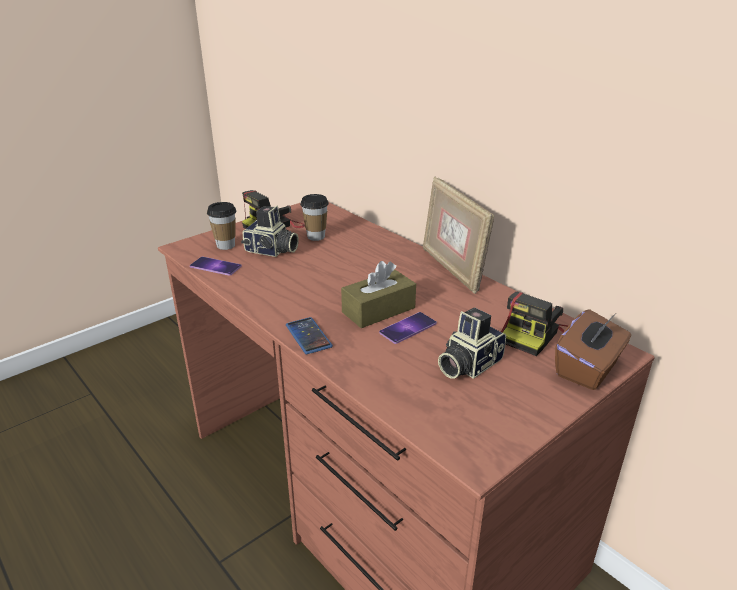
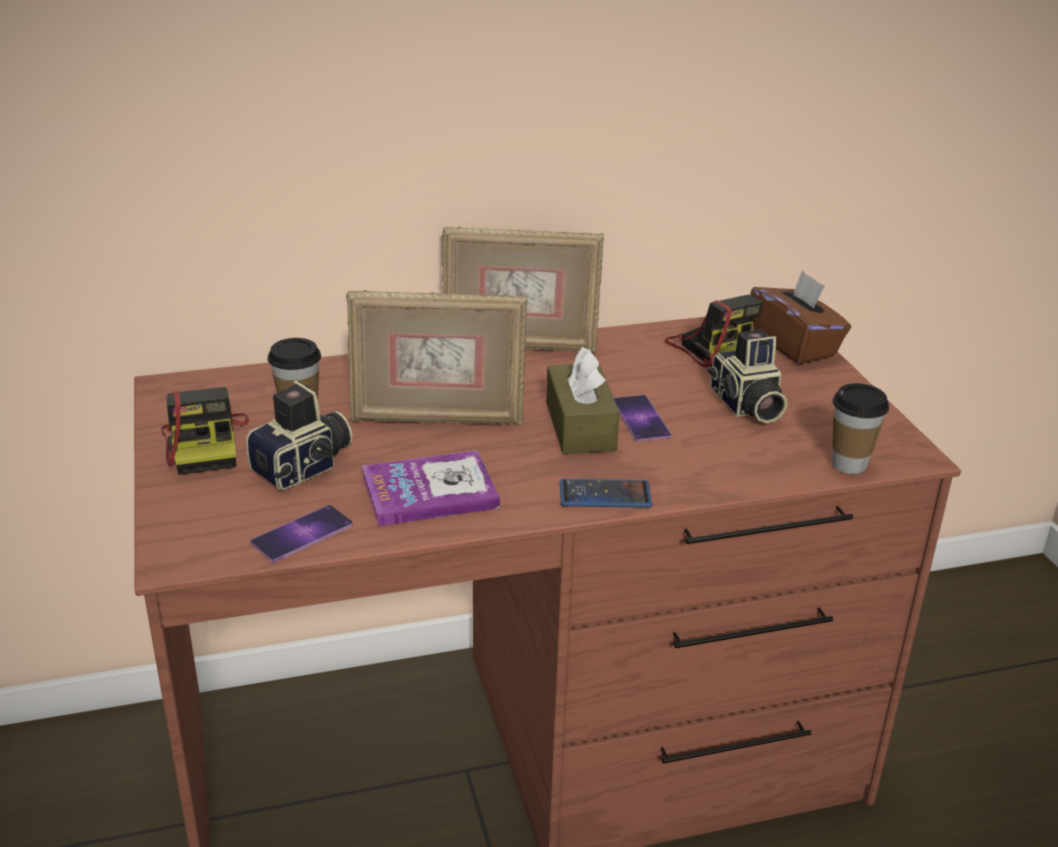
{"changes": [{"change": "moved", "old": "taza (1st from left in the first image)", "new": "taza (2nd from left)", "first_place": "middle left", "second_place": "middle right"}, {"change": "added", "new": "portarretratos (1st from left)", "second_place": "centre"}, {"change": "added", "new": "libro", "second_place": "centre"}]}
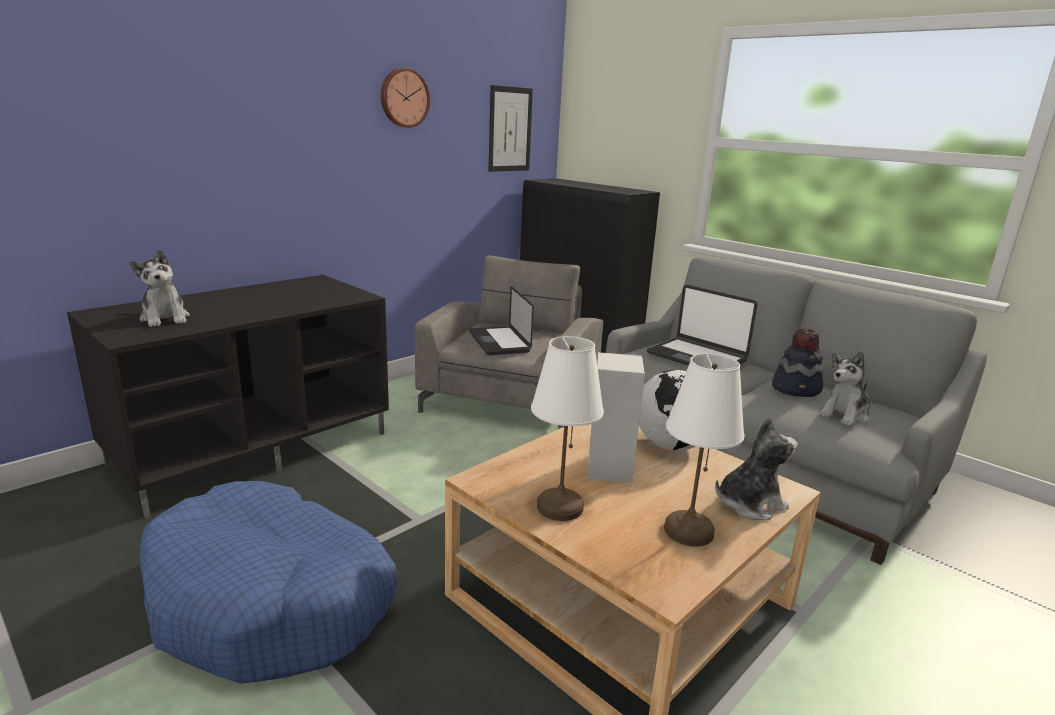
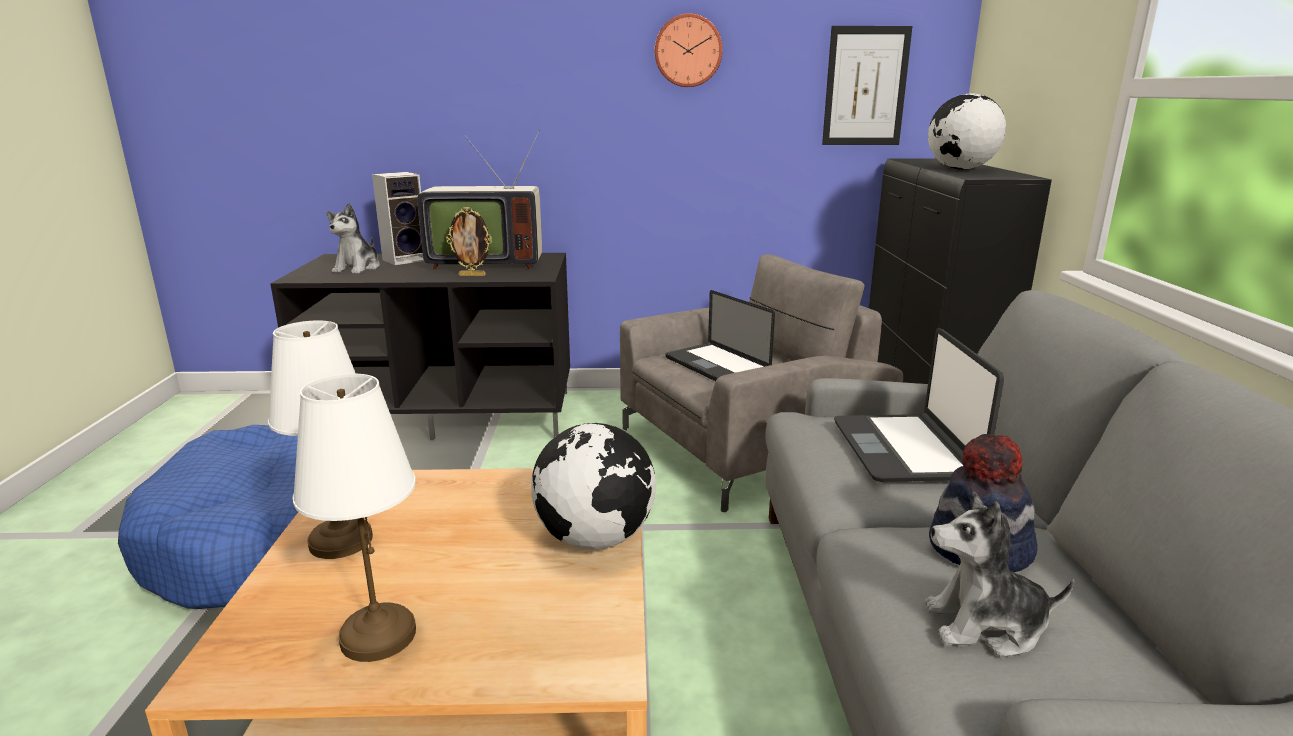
{"changes": [{"change": "turned", "old": "portátil (1st from left)", "first_place": "centre", "second_place": "centre", "degrees": -60}, {"change": "moved", "old": "altavoz", "first_place": "centre", "second_place": "top left"}, {"change": "removed", "old": "peluche (2nd from left)", "first_place": "middle right"}, {"change": "added", "new": "televisor", "second_place": "top centre"}, {"change": "added", "new": "portarretratos", "second_place": "top centre"}, {"change": "added", "new": "globo terráqueo (2nd from left)", "second_place": "top right"}]}
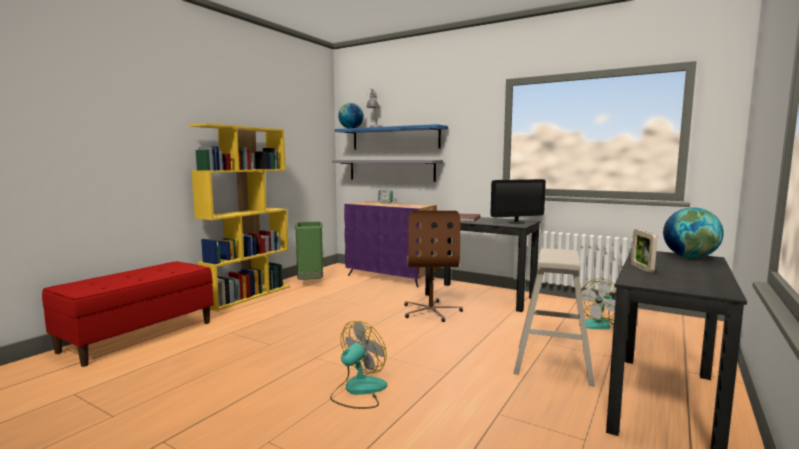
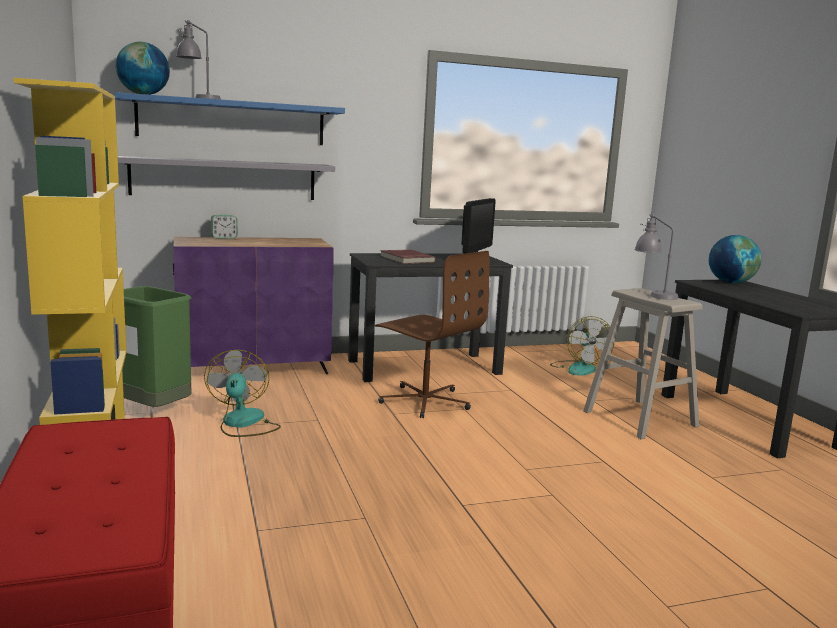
{"changes": [{"change": "moved", "old": "ventilador (1st from left)", "first_place": "bottom centre", "second_place": "middle left"}, {"change": "removed", "old": "portarretratos", "first_place": "middle right"}, {"change": "added", "new": "lámpara de mesa [gris] (2nd from left)", "second_place": "middle right"}]}
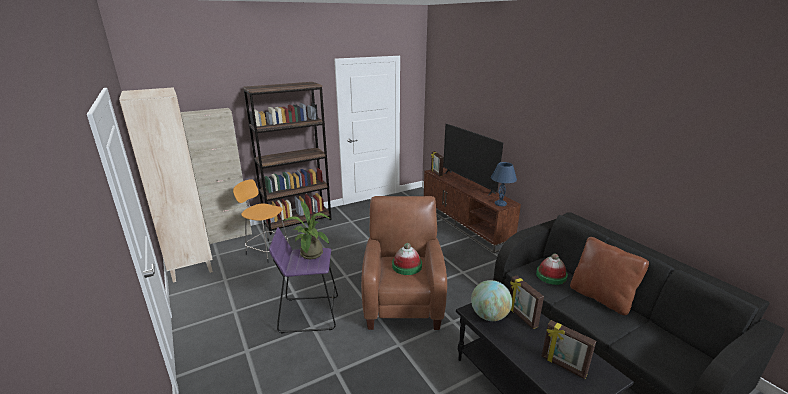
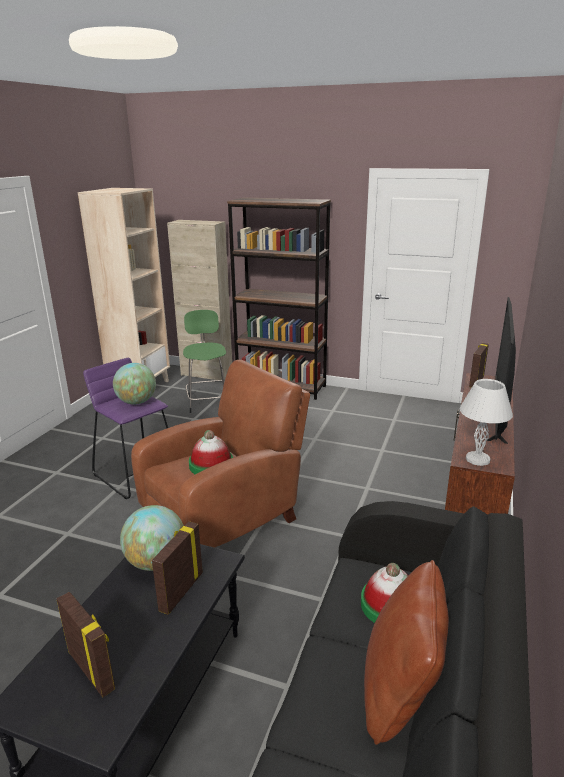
{"changes": [{"change": "recoloured", "old": "taburete [naranja]", "new": "taburete [verde]", "first_place": "middle left", "second_place": "centre"}, {"change": "replaced", "old": "planta en maceta", "new": "globo terráqueo (1st from left)", "first_place": "centre", "second_place": "middle left"}, {"change": "recoloured", "old": "lámpara de mesa [azul]", "new": "lámpara de mesa [blanco]", "first_place": "centre", "second_place": "middle right"}, {"change": "turned", "old": "portarretratos (3rd from left in the first image)", "first_place": "bottom right", "second_place": "bottom left", "degrees": 135}]}
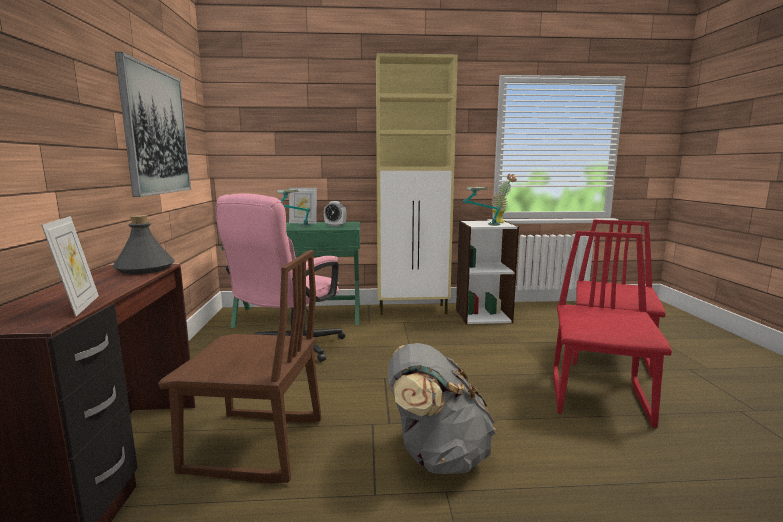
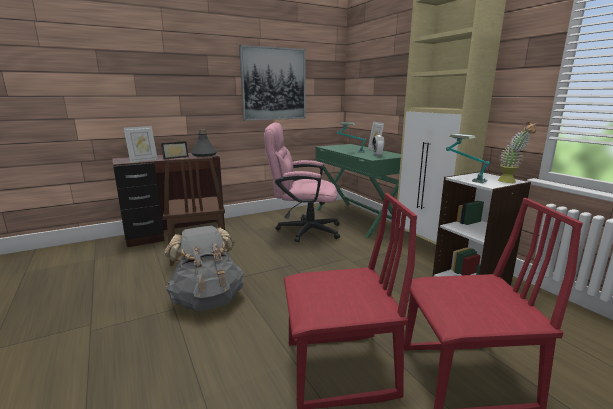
{"changes": [{"change": "added", "new": "portarretratos (2nd from left)", "second_place": "middle left"}]}
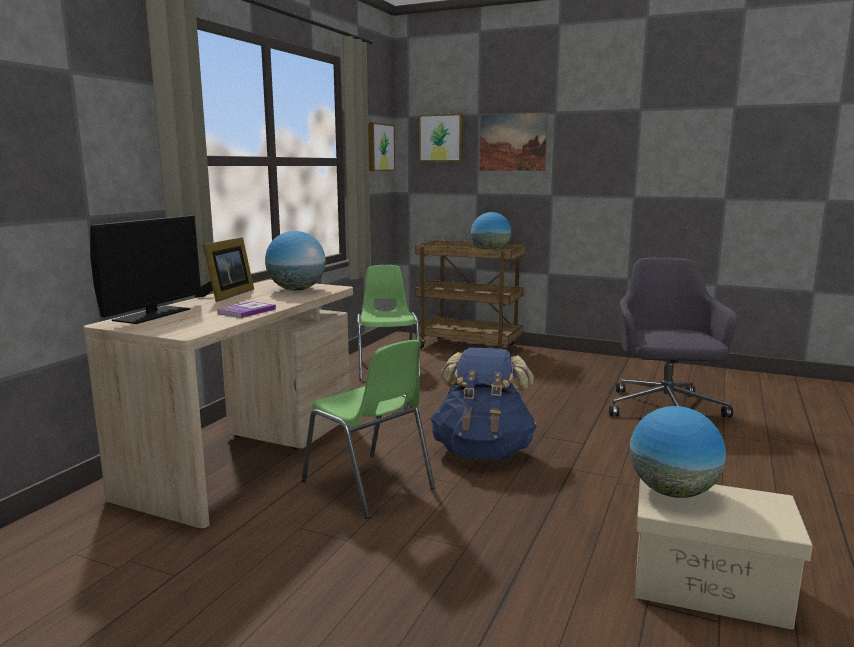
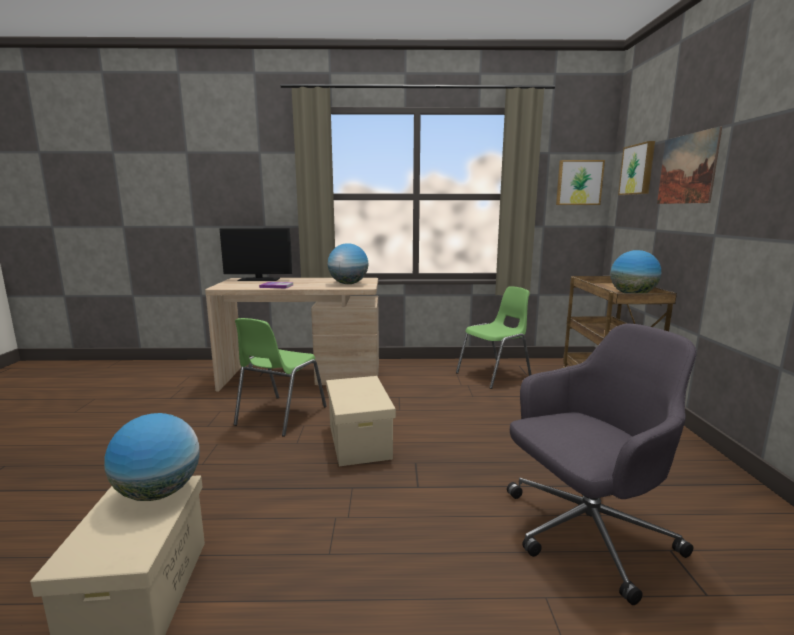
{"changes": [{"change": "removed", "old": "portarretratos", "first_place": "middle left"}, {"change": "replaced", "old": "mochila [azul]", "new": "caja de almacenaje [beis] (2nd from left)", "first_place": "centre", "second_place": "centre"}]}
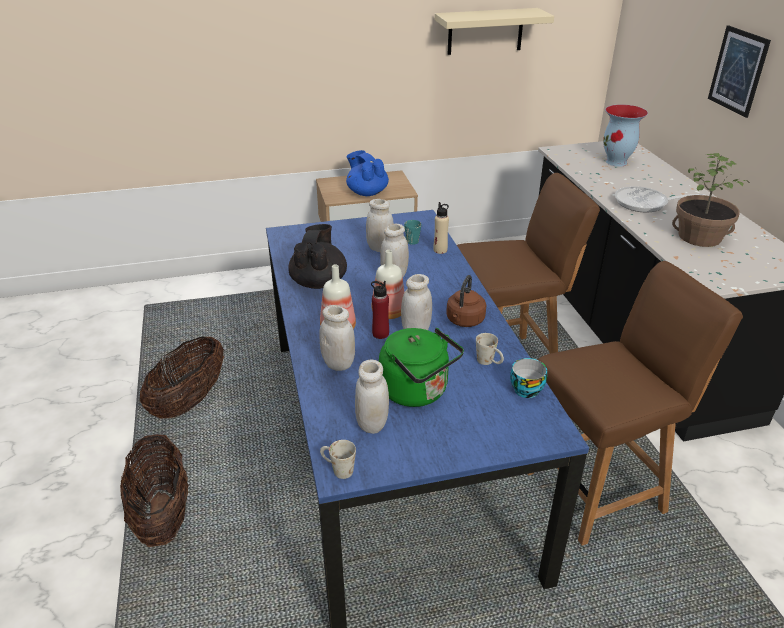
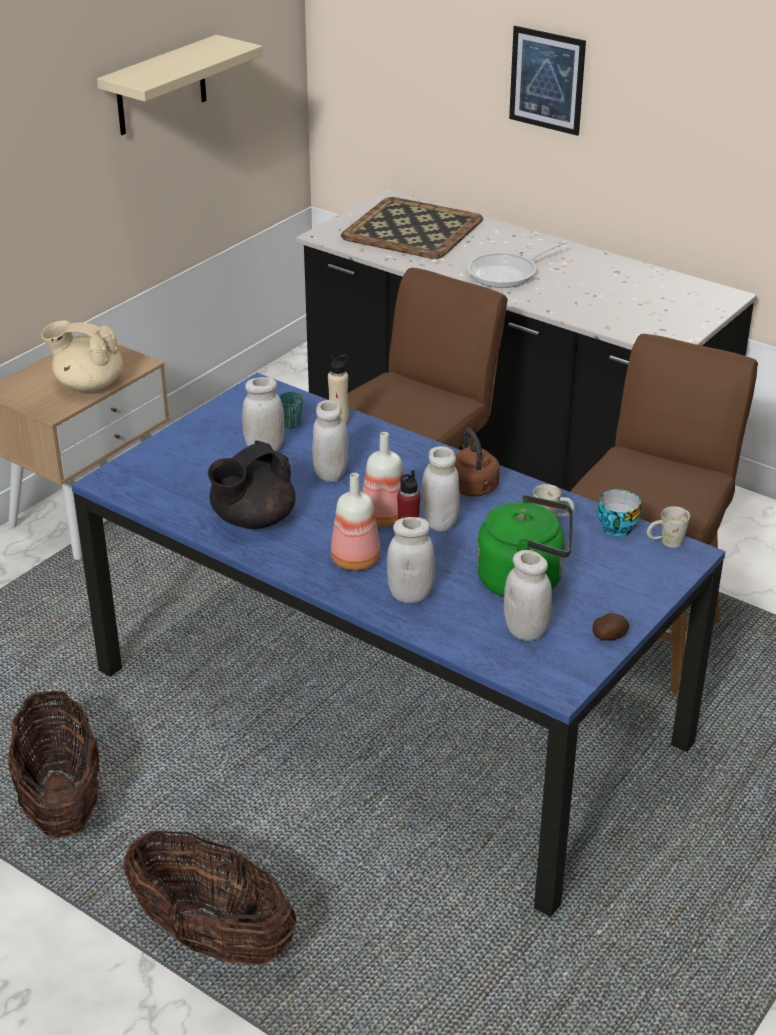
{"changes": [{"change": "turned", "old": "tetera [negro]", "first_place": "centre", "second_place": "middle left", "degrees": -105}, {"change": "moved", "old": "taza grande [blanco] (1st from left in the first image)", "new": "taza grande [blanco] (2nd from left)", "first_place": "bottom centre", "second_place": "middle right"}, {"change": "recoloured", "old": "tetera [azul]", "new": "tetera [beis]", "first_place": "top centre", "second_place": "middle left"}, {"change": "replaced", "old": "florero", "new": "bandeja", "first_place": "top right", "second_place": "top centre"}, {"change": "removed", "old": "planta en maceta", "first_place": "top right"}, {"change": "added", "new": "patata", "second_place": "middle right"}]}
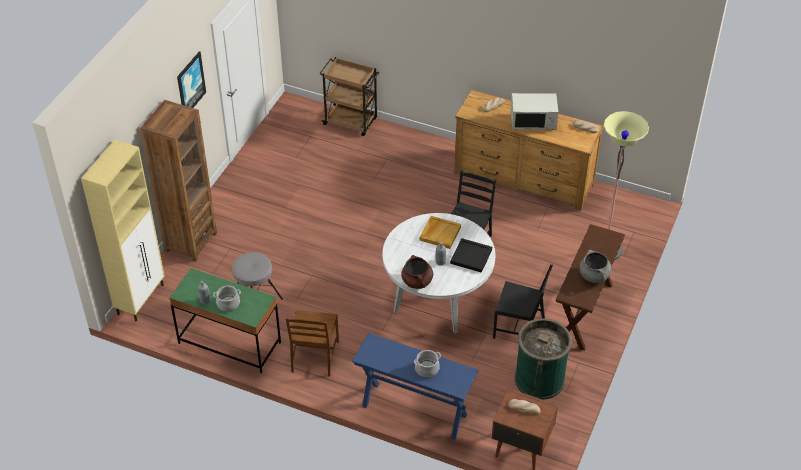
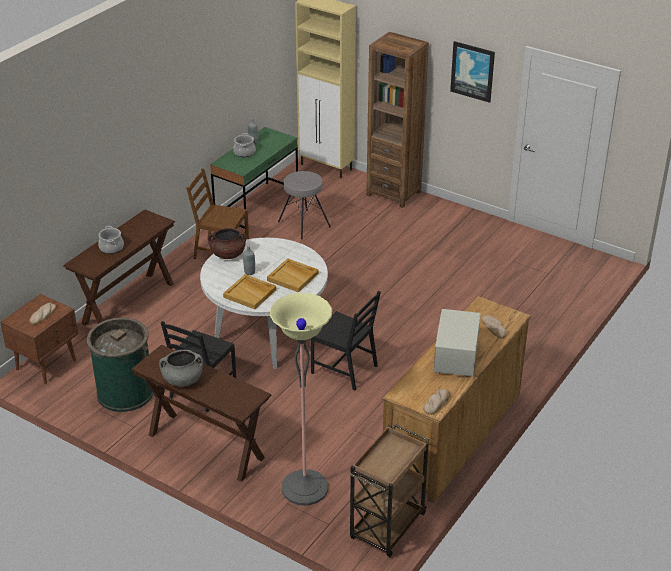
{"changes": [{"change": "moved", "old": "carrito [marrón]", "first_place": "top centre", "second_place": "bottom centre"}, {"change": "recoloured", "old": "mesa consola [azul]", "new": "mesa consola [marrón] (1st from left)", "first_place": "bottom centre", "second_place": "middle left"}, {"change": "recoloured", "old": "bandeja [negro]", "new": "bandeja [beis] (1st from left)", "first_place": "centre", "second_place": "centre"}]}
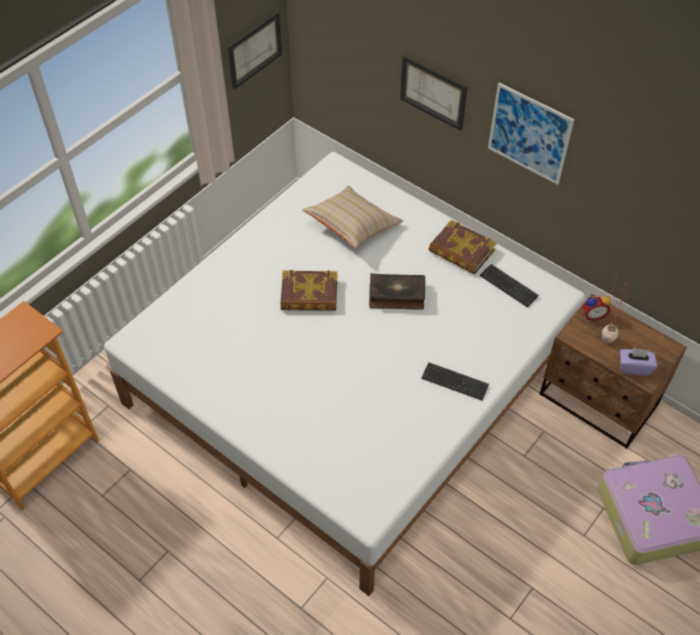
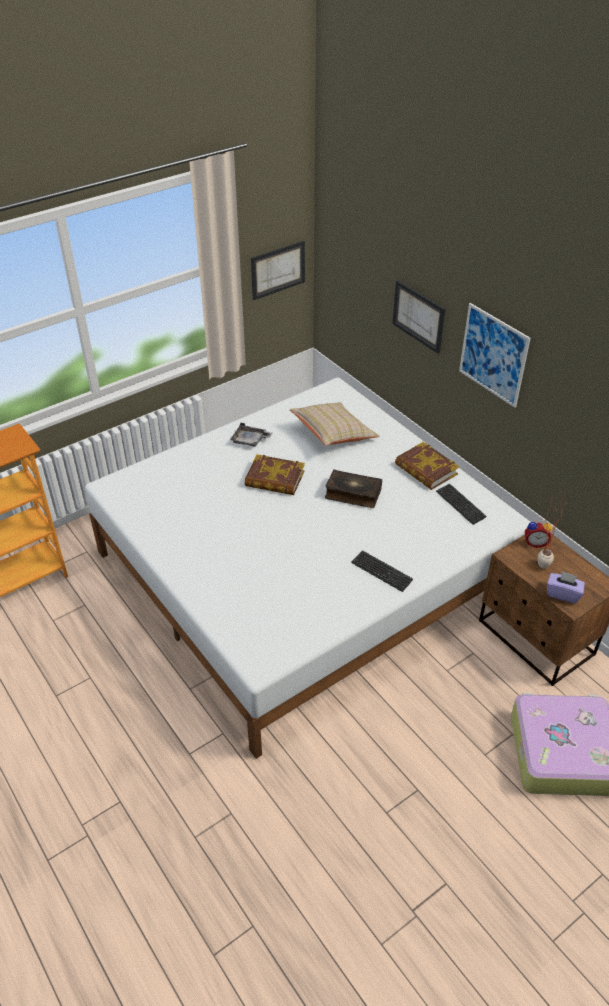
{"changes": [{"change": "added", "new": "bandeja [gris]", "second_place": "centre"}]}
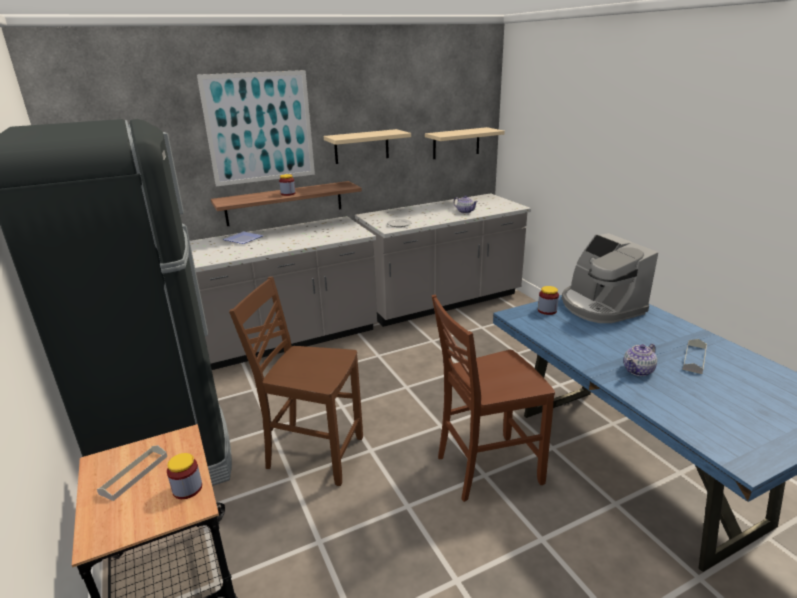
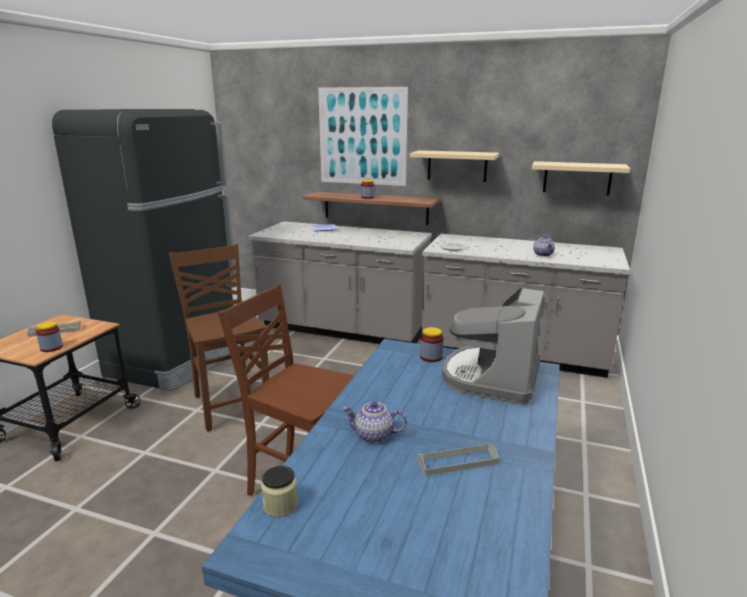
{"changes": [{"change": "added", "new": "tarro (2nd from left)", "second_place": "bottom centre"}]}
